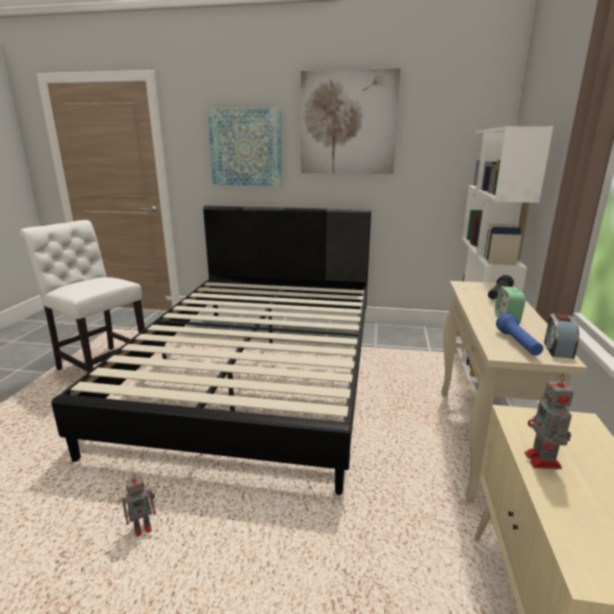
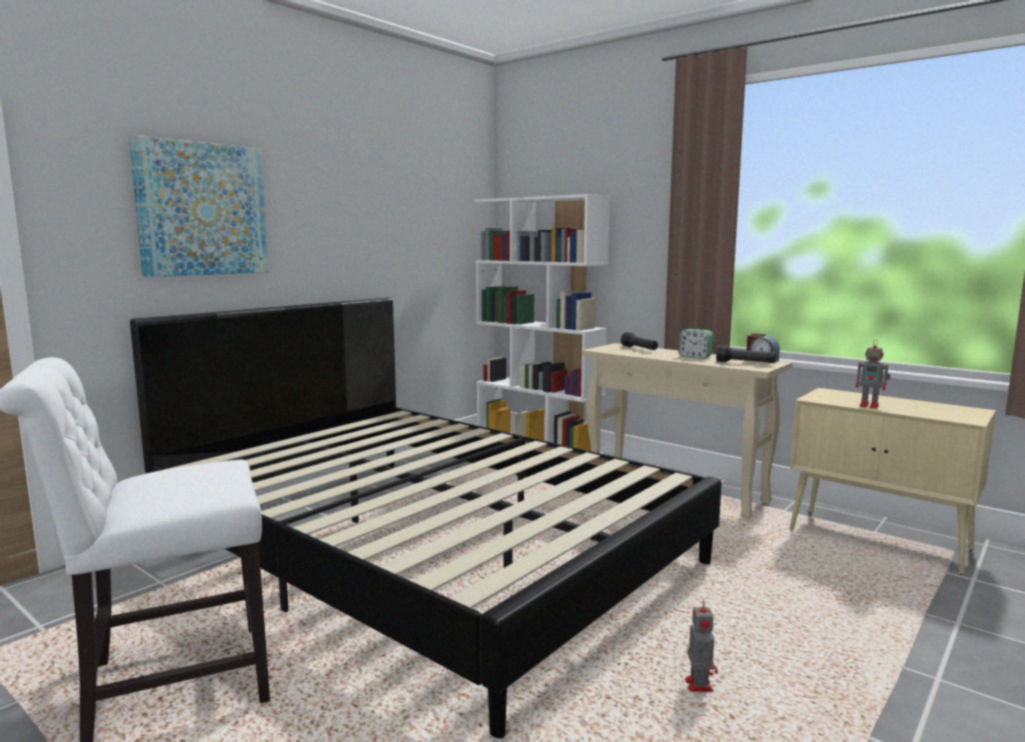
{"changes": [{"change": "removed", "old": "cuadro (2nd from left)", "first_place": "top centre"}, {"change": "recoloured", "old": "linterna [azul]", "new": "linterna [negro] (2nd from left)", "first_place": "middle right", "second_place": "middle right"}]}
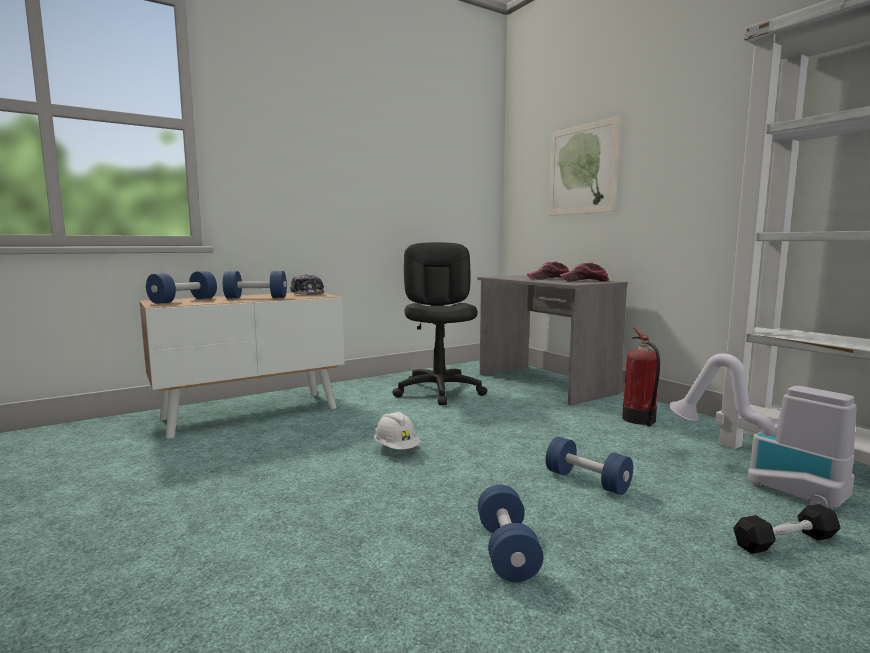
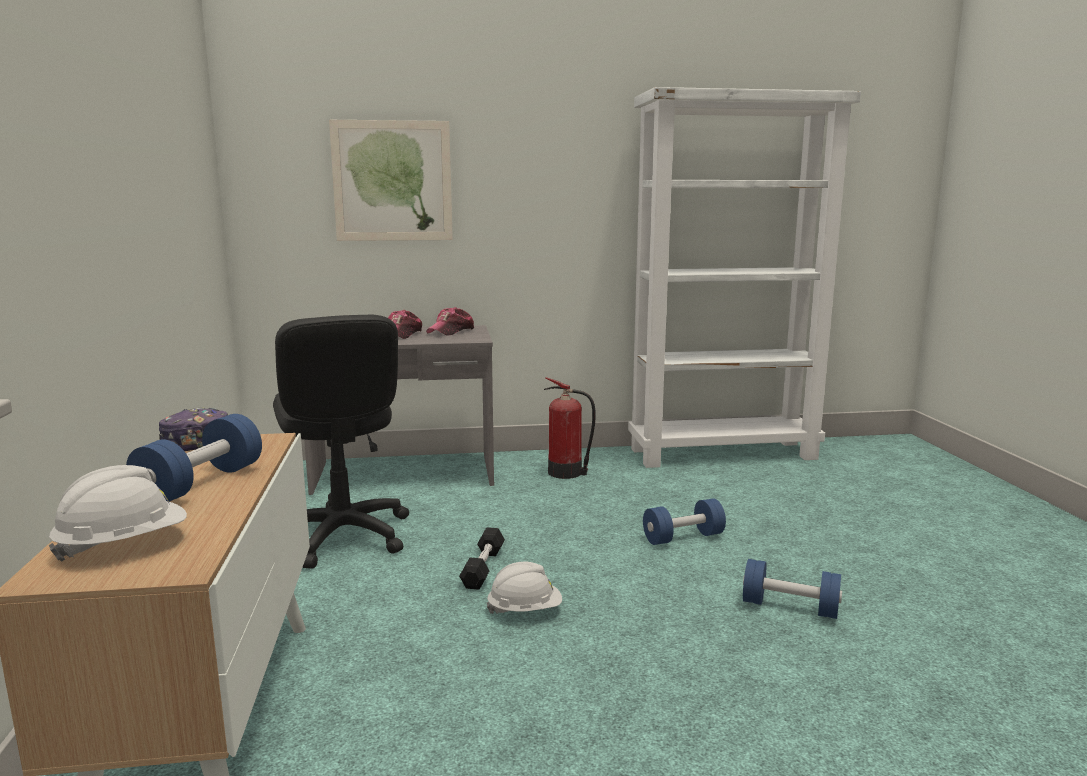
{"changes": [{"change": "replaced", "old": "mancuerna [azul] (1st from left)", "new": "casco [blanco] (1st from left)", "first_place": "middle left", "second_place": "middle left"}, {"change": "turned", "old": "silla de oficina [negro]", "first_place": "centre", "second_place": "middle left", "degrees": -135}, {"change": "removed", "old": "aspiradora", "first_place": "middle right"}, {"change": "moved", "old": "mancuerna [negro]", "first_place": "bottom right", "second_place": "bottom centre"}]}
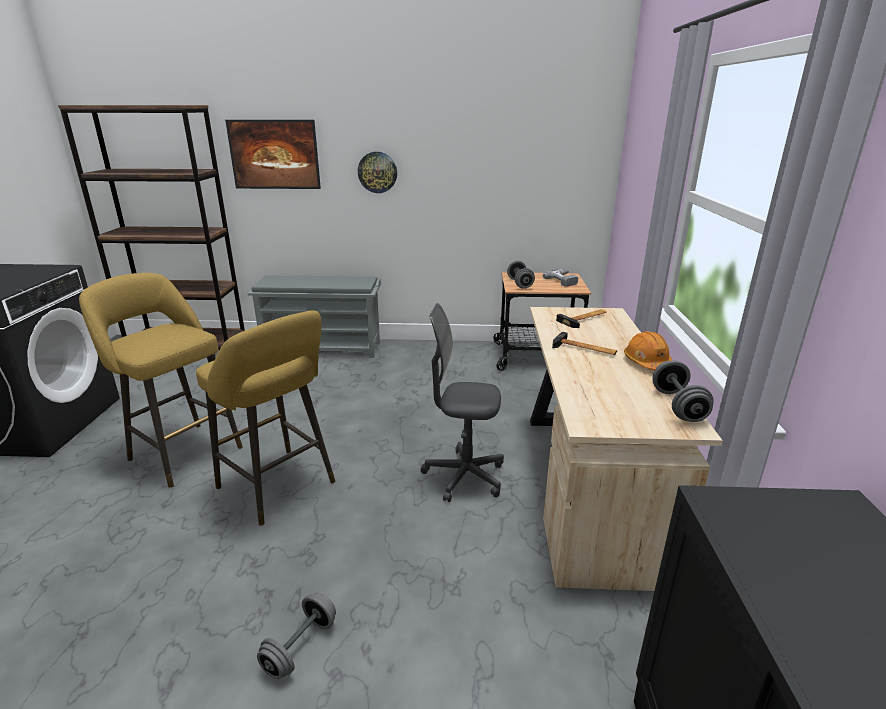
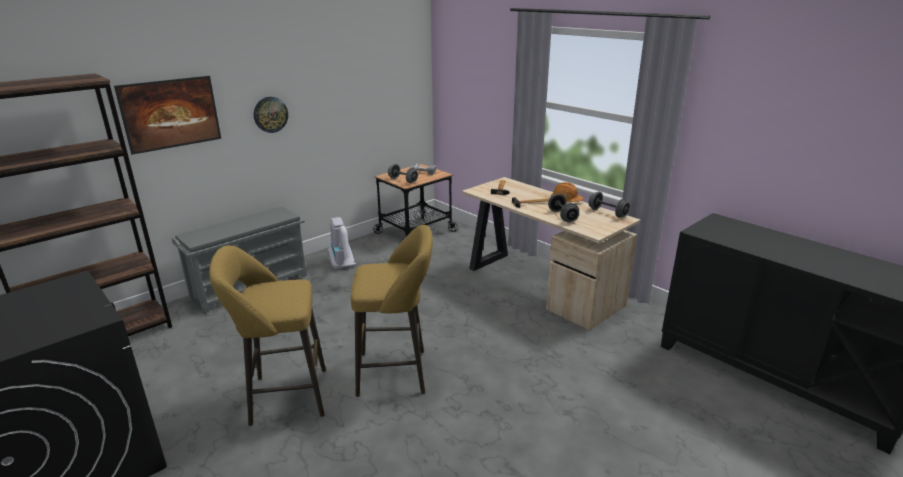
{"changes": [{"change": "moved", "old": "mancuerna [gris] (1st from left in the first image)", "new": "mancuerna [gris] (2nd from left)", "first_place": "bottom centre", "second_place": "centre"}, {"change": "removed", "old": "silla de oficina [gris]", "first_place": "centre"}, {"change": "added", "new": "aspiradora", "second_place": "centre"}]}
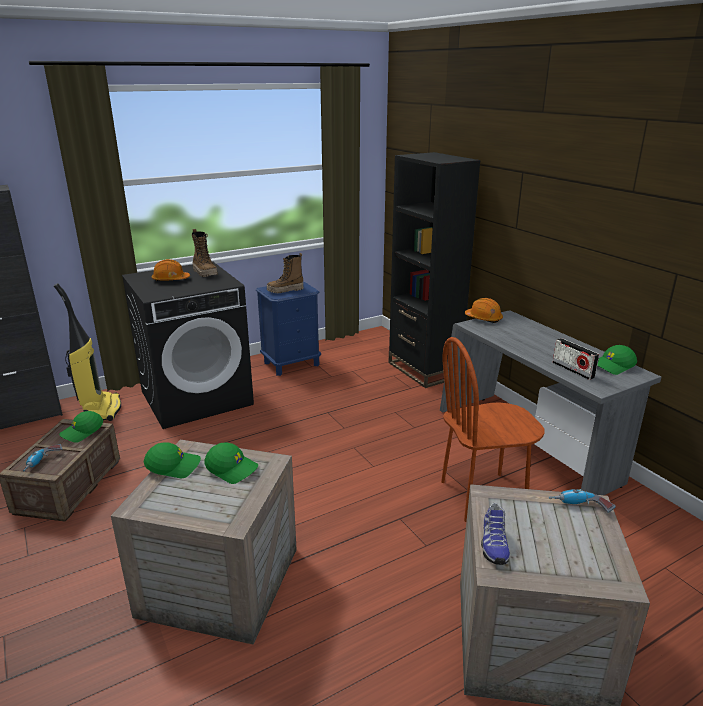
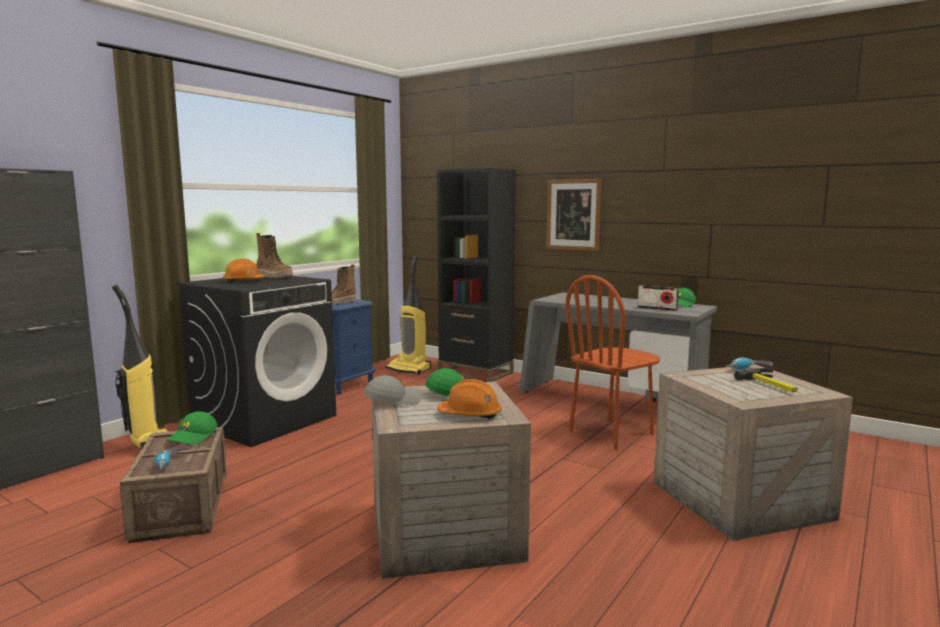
{"changes": [{"change": "recoloured", "old": "gorra [verde] (2nd from left)", "new": "gorra [gris]", "first_place": "middle left", "second_place": "centre"}, {"change": "moved", "old": "casco [naranja] (2nd from left)", "first_place": "middle right", "second_place": "centre"}, {"change": "removed", "old": "zapato", "first_place": "bottom right"}, {"change": "added", "new": "aspiradora (2nd from left)", "second_place": "centre"}, {"change": "added", "new": "cuadro", "second_place": "centre"}, {"change": "added", "new": "martillo", "second_place": "middle right"}]}
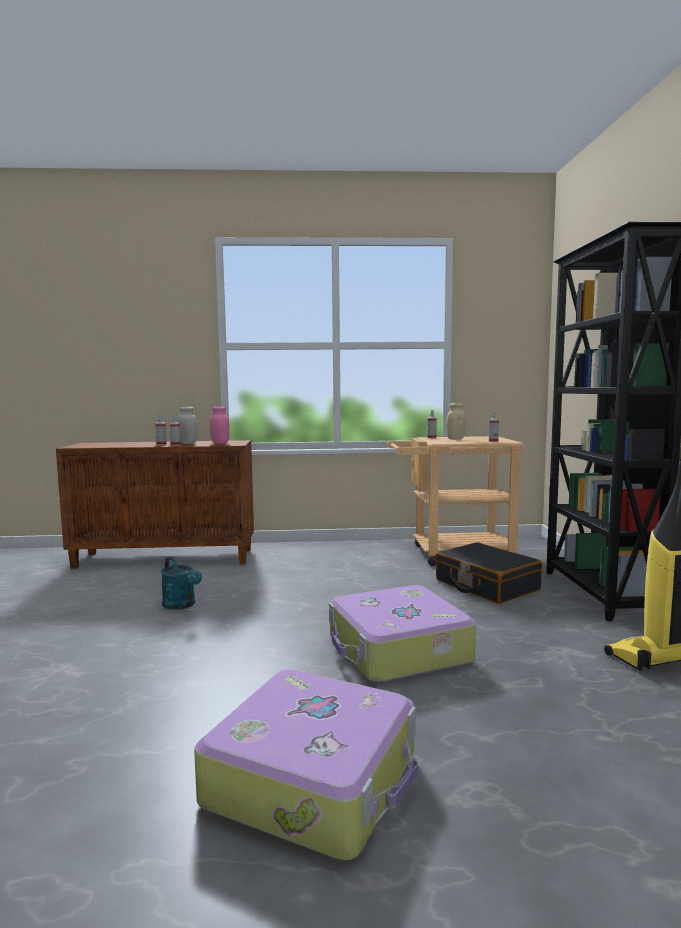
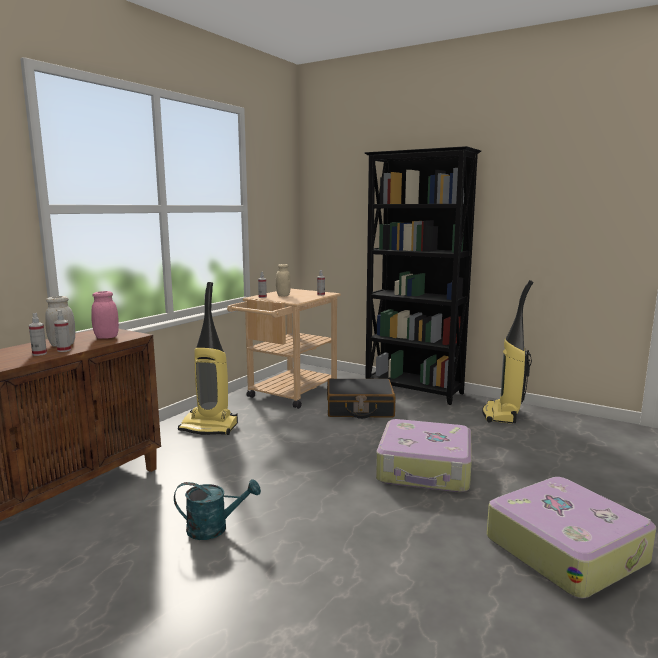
{"changes": [{"change": "added", "new": "aspiradora (1st from left)", "second_place": "middle left"}]}
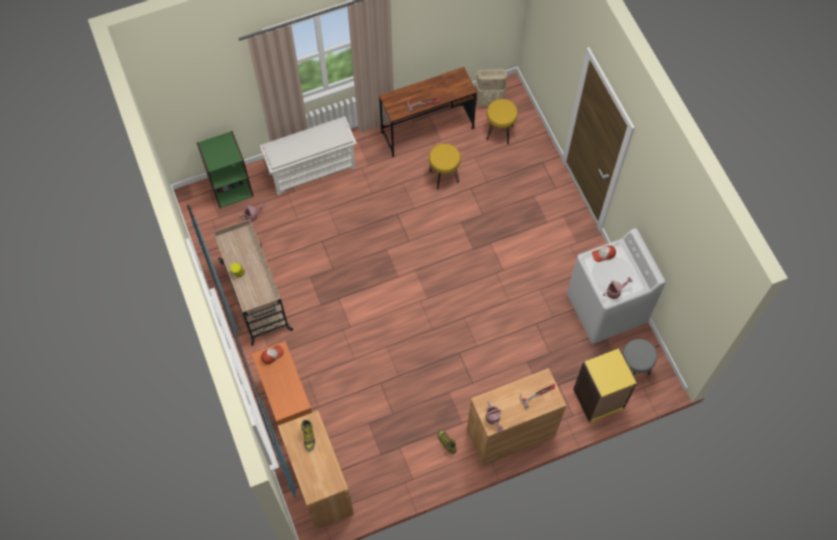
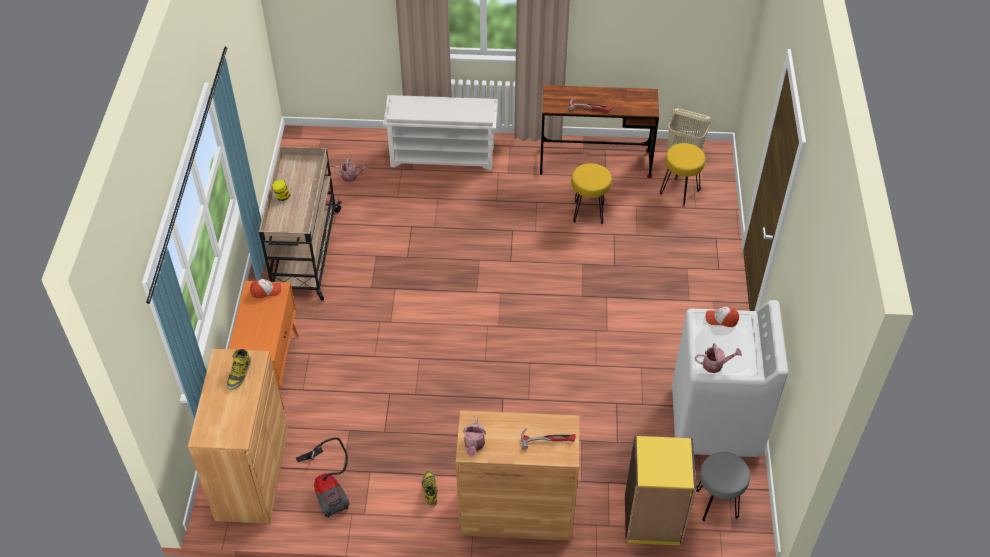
{"changes": [{"change": "removed", "old": "estantería [verde]", "first_place": "top left"}, {"change": "added", "new": "aspiradora", "second_place": "bottom left"}]}
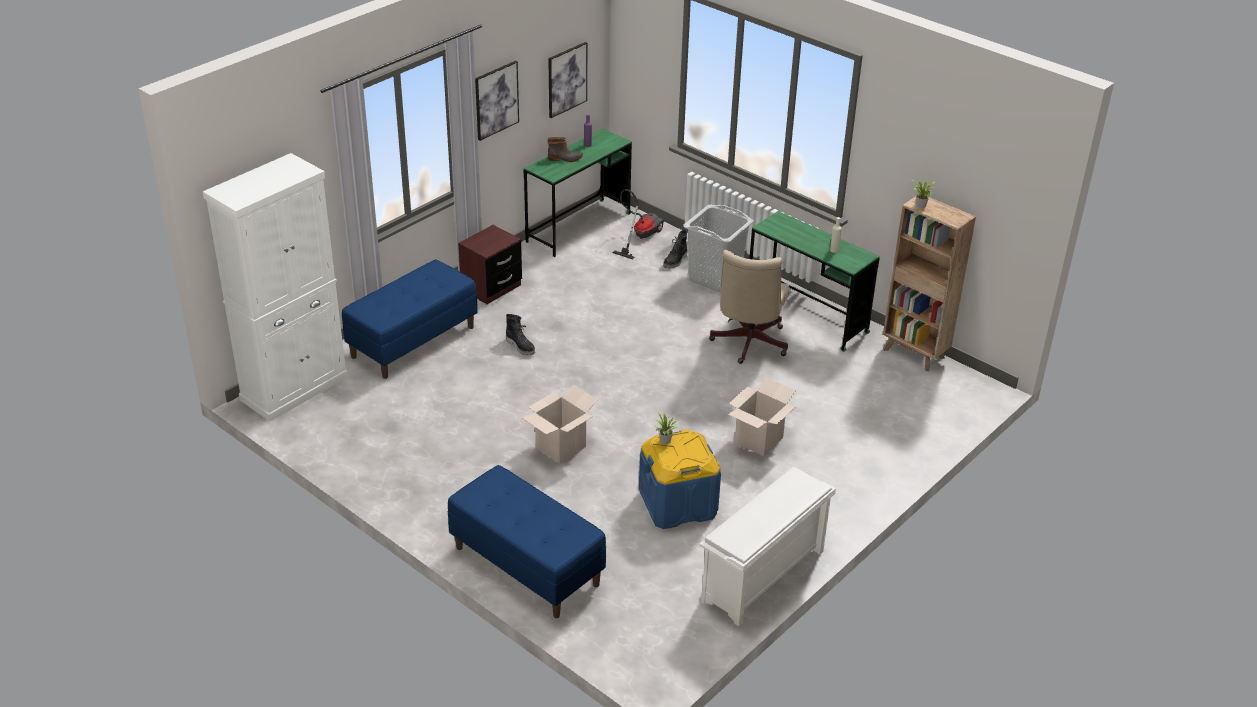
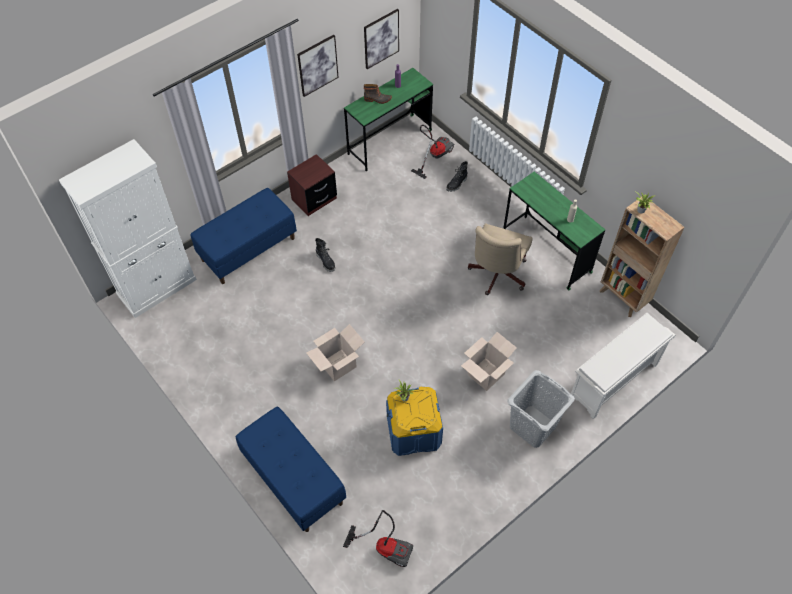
{"changes": [{"change": "moved", "old": "cesto de la ropa [gris]", "first_place": "centre", "second_place": "bottom right"}, {"change": "moved", "old": "zapatero [blanco]", "first_place": "bottom centre", "second_place": "middle right"}, {"change": "added", "new": "aspiradora (1st from left)", "second_place": "bottom centre"}]}
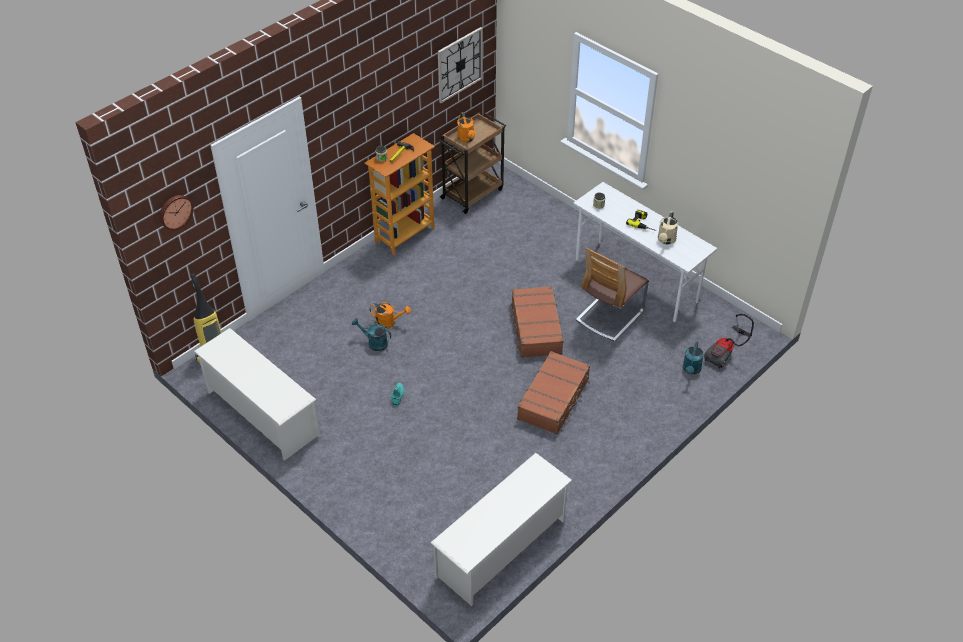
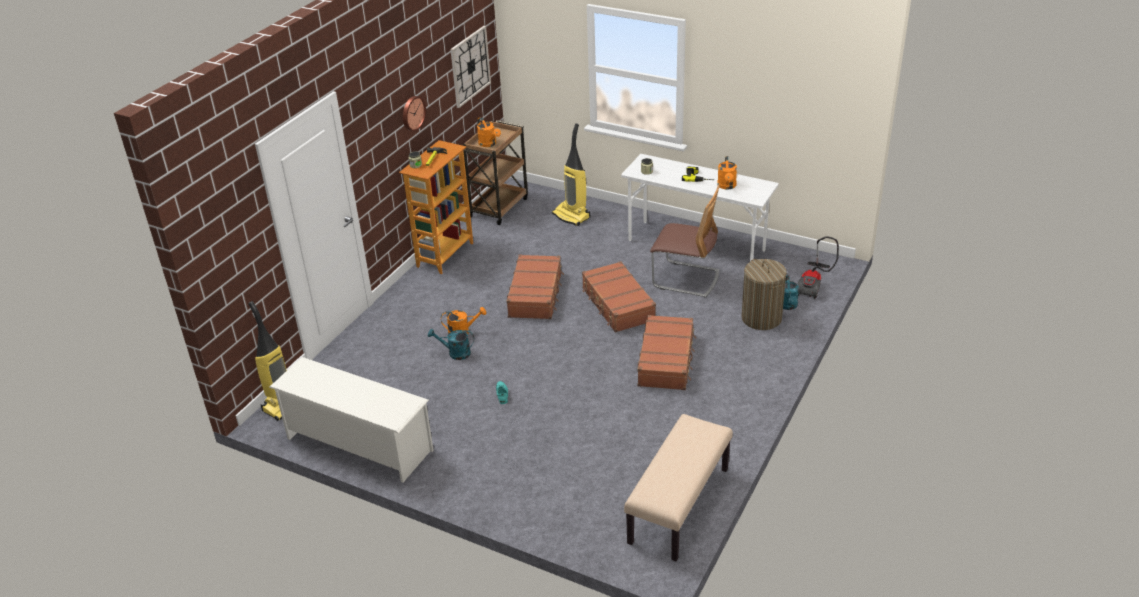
{"changes": [{"change": "moved", "old": "reloj de pared (1st from left)", "first_place": "top left", "second_place": "top centre"}, {"change": "replaced", "old": "zapatero [blanco] (2nd from left)", "new": "banco [beis]", "first_place": "bottom centre", "second_place": "bottom centre"}, {"change": "turned", "old": "silla", "first_place": "centre", "second_place": "centre", "degrees": -90}, {"change": "recoloured", "old": "regadera [beis]", "new": "regadera [naranja] (3rd from left)", "first_place": "middle right", "second_place": "top centre"}, {"change": "added", "new": "maleta [marrón] (1st from left)", "second_place": "centre"}, {"change": "added", "new": "aspiradora (2nd from left)", "second_place": "top centre"}, {"change": "added", "new": "cesto de la ropa", "second_place": "middle right"}]}
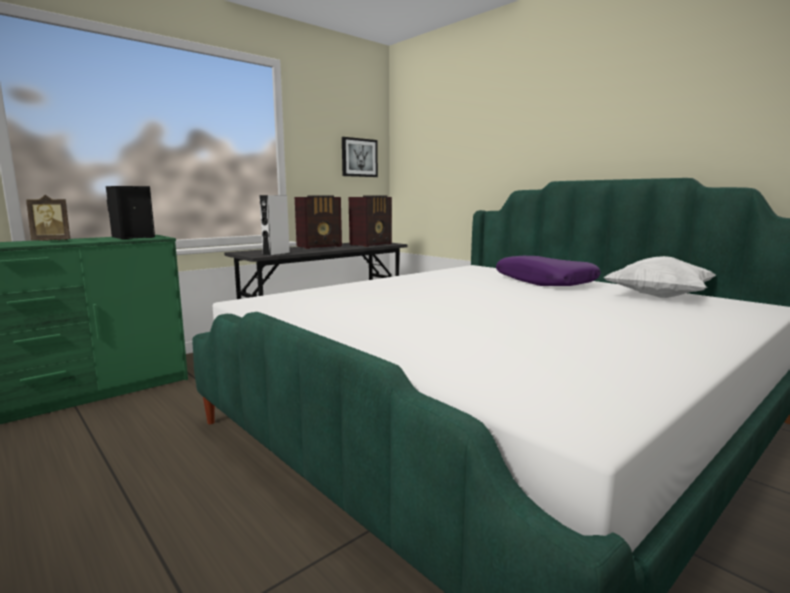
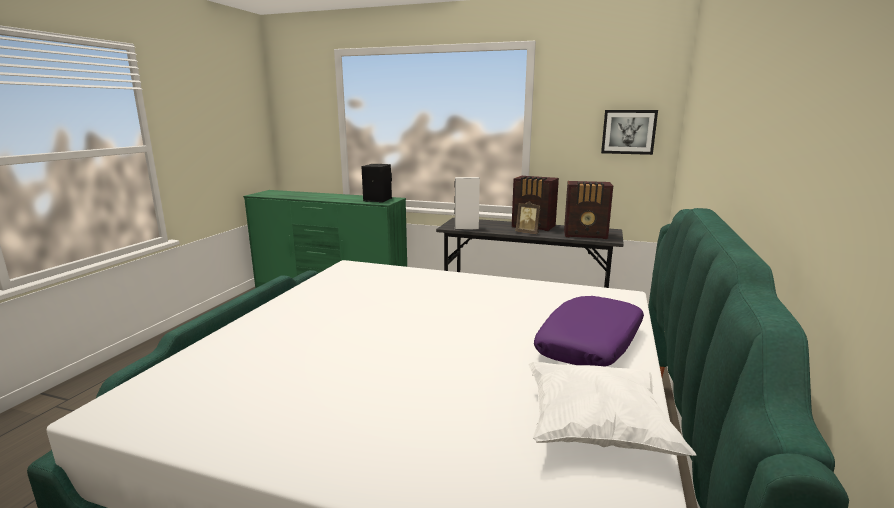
{"changes": [{"change": "moved", "old": "portarretratos", "first_place": "middle left", "second_place": "centre"}]}
